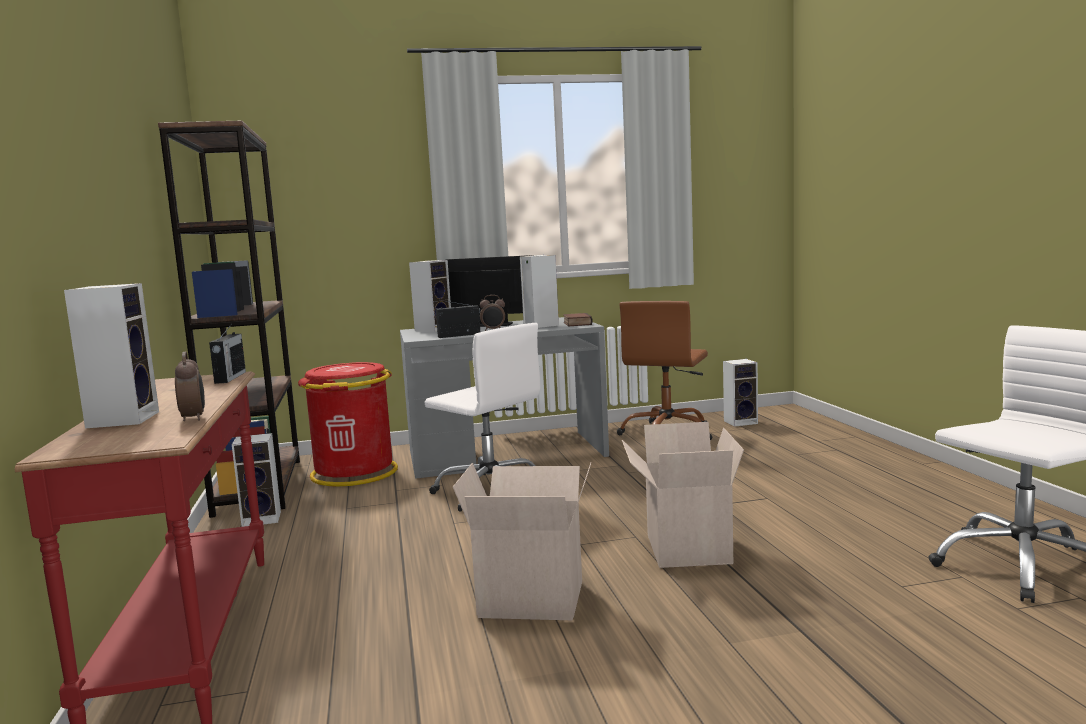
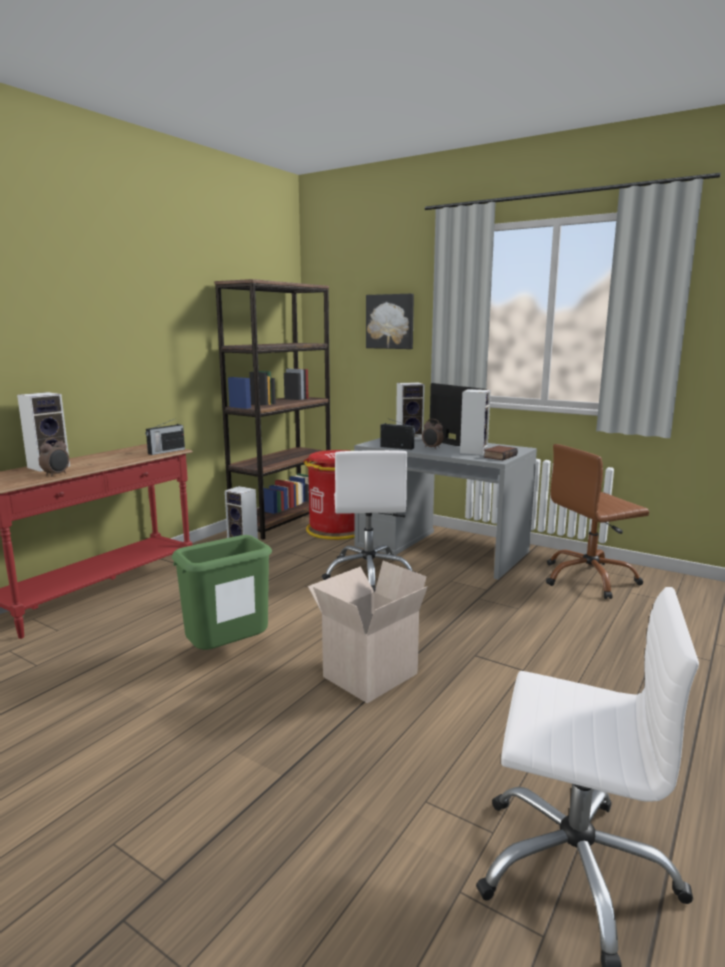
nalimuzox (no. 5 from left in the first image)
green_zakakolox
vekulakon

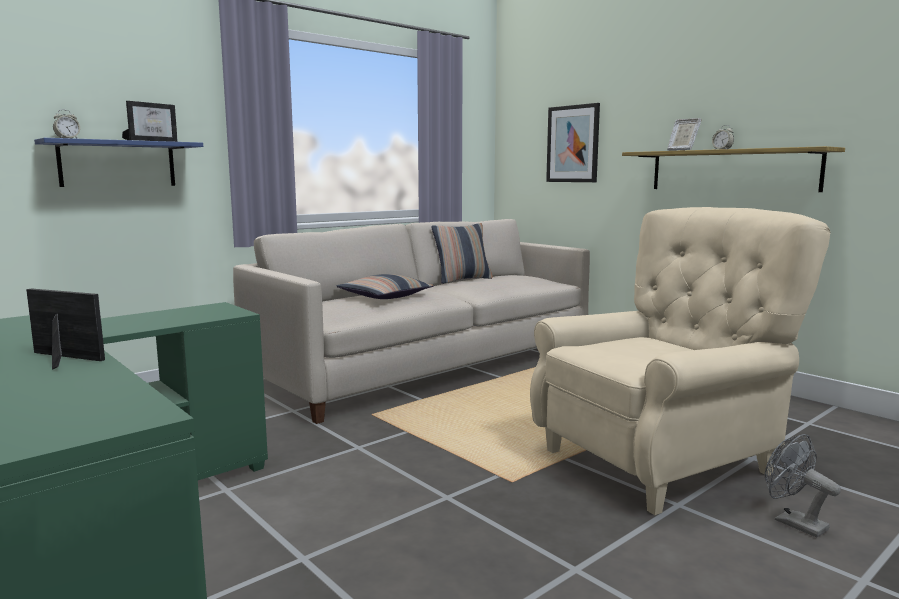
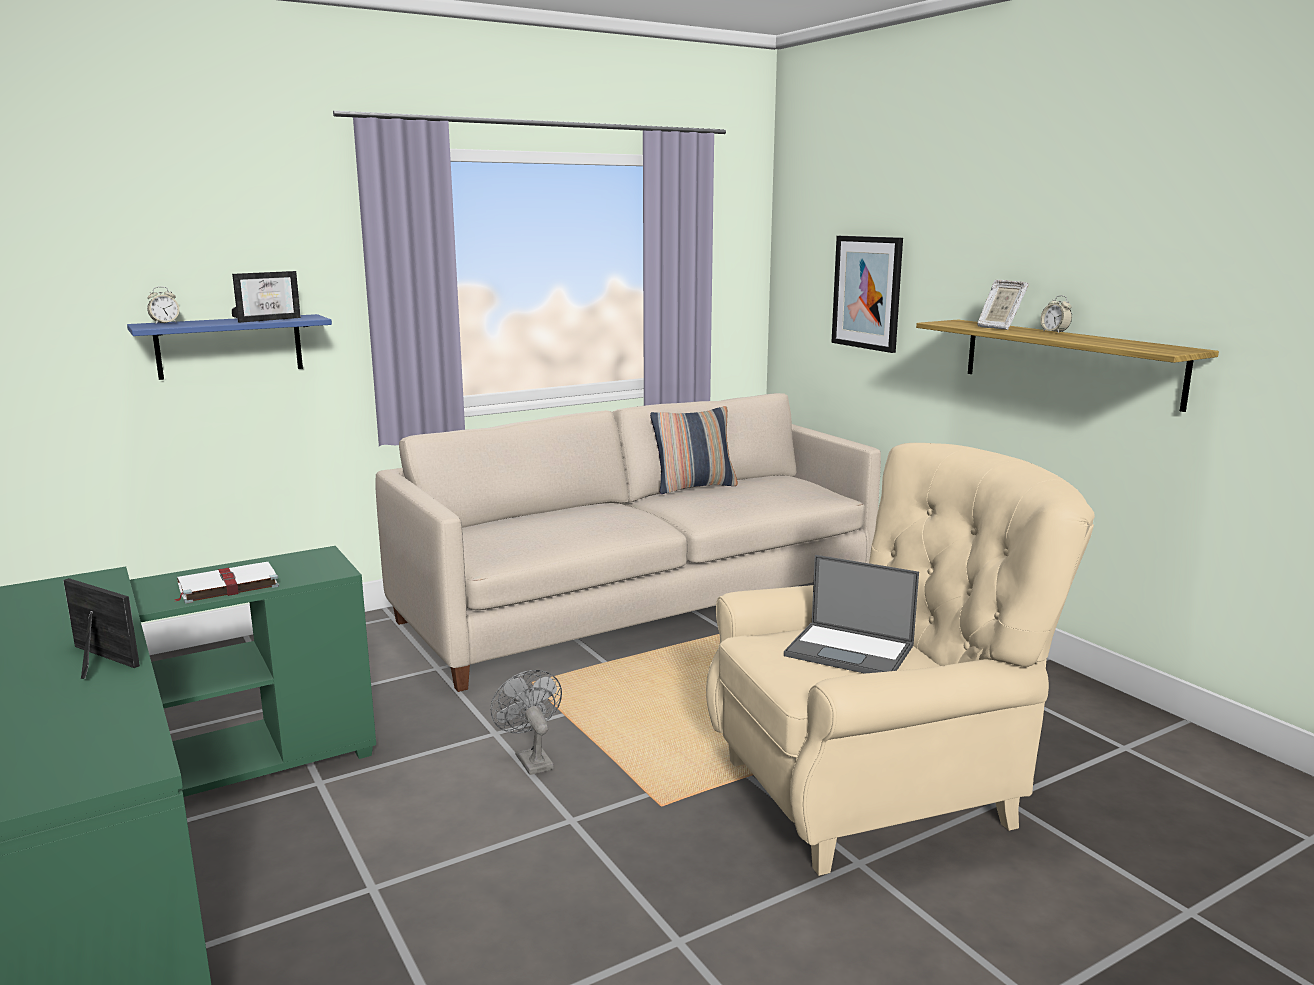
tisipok (no. 1 from left in the first image)
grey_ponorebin
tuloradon
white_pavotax

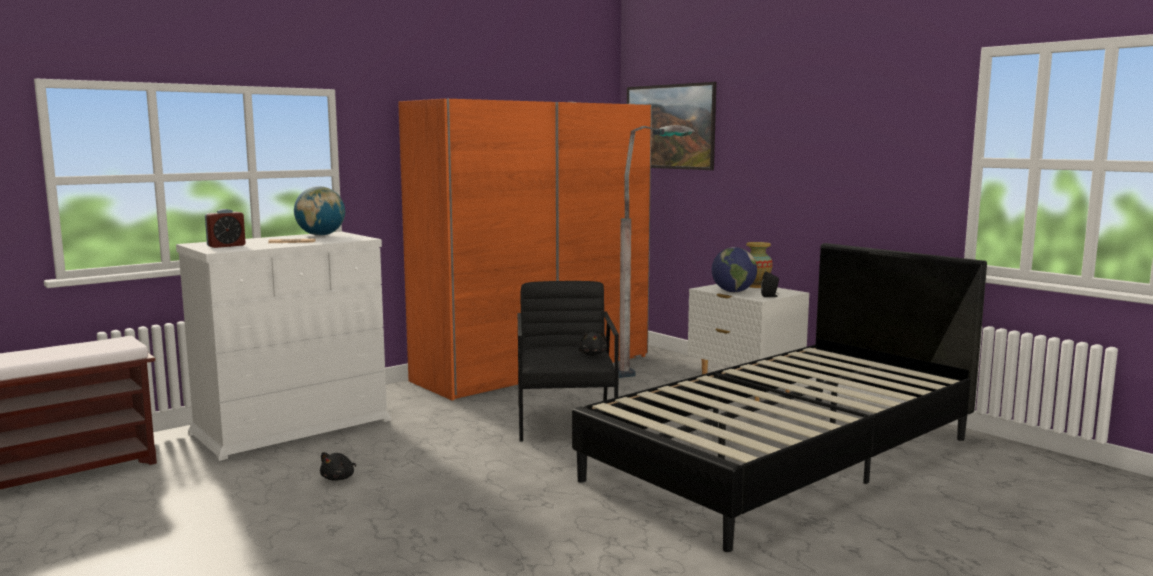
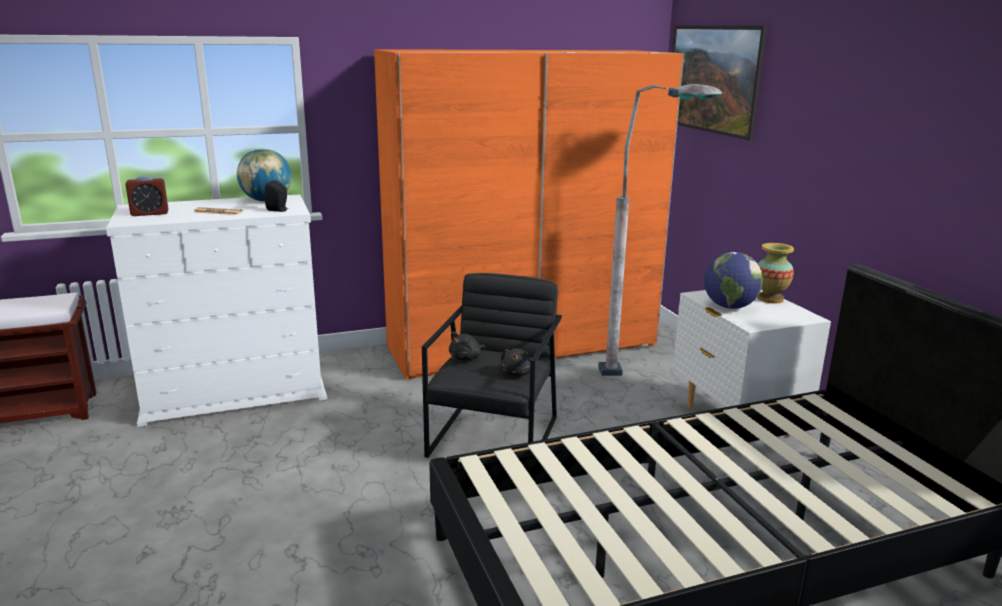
black_nalimuzox
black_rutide (no. 1 from left)

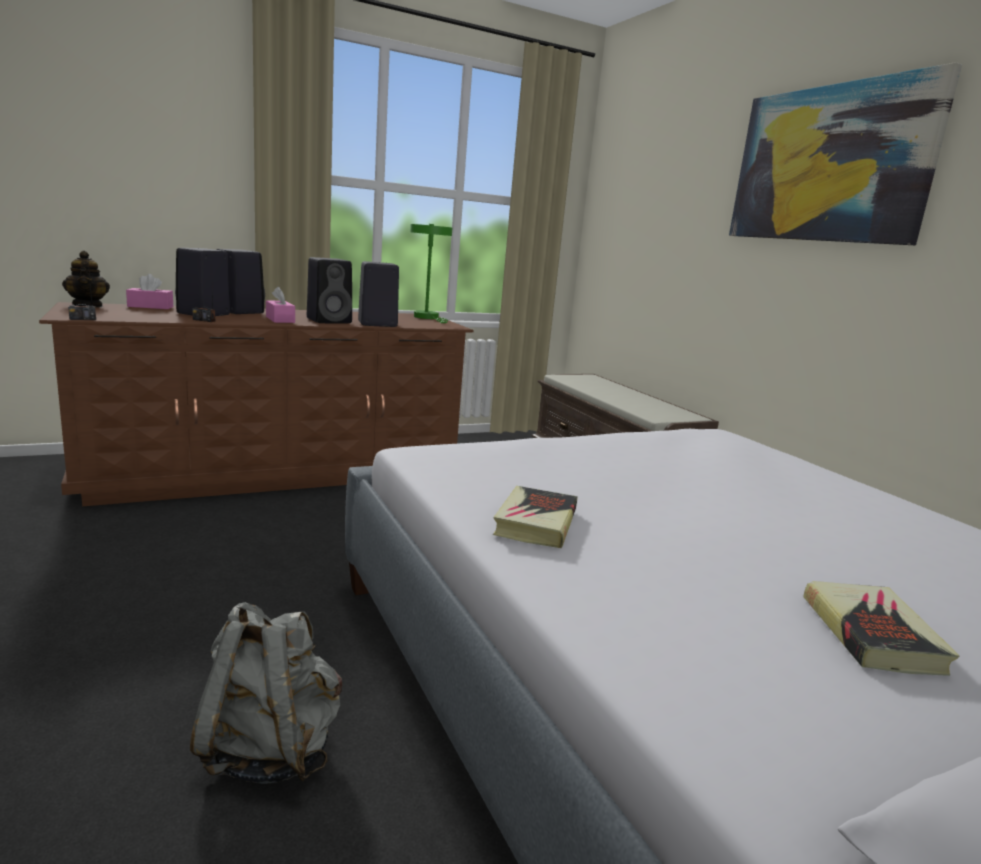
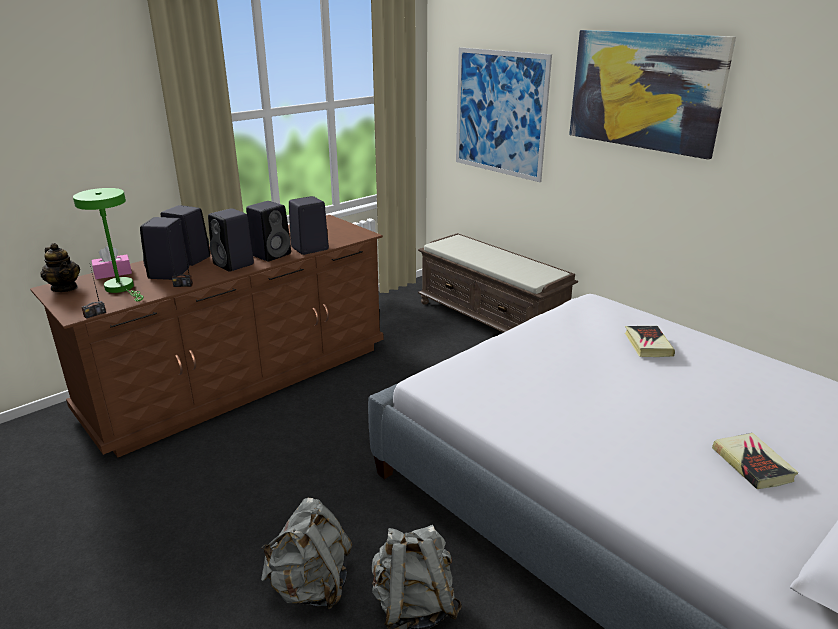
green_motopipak
black_nalimuzox (no. 3 from left)
pavotax (no. 1 from left)
vekulakon (no. 1 from left)
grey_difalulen (no. 1 from left)

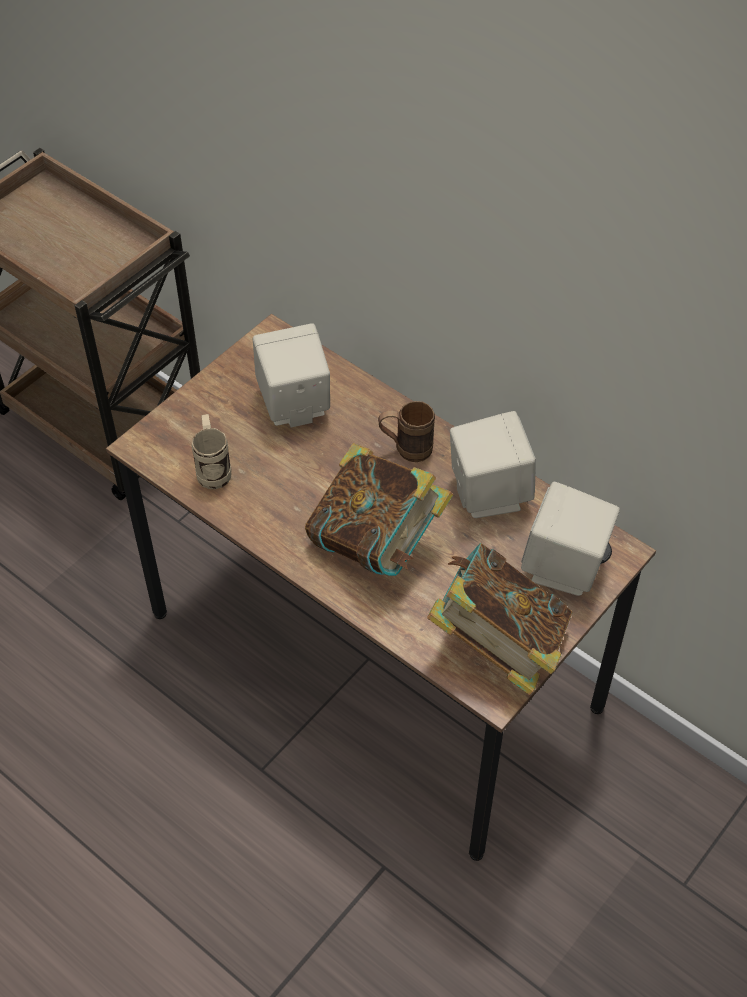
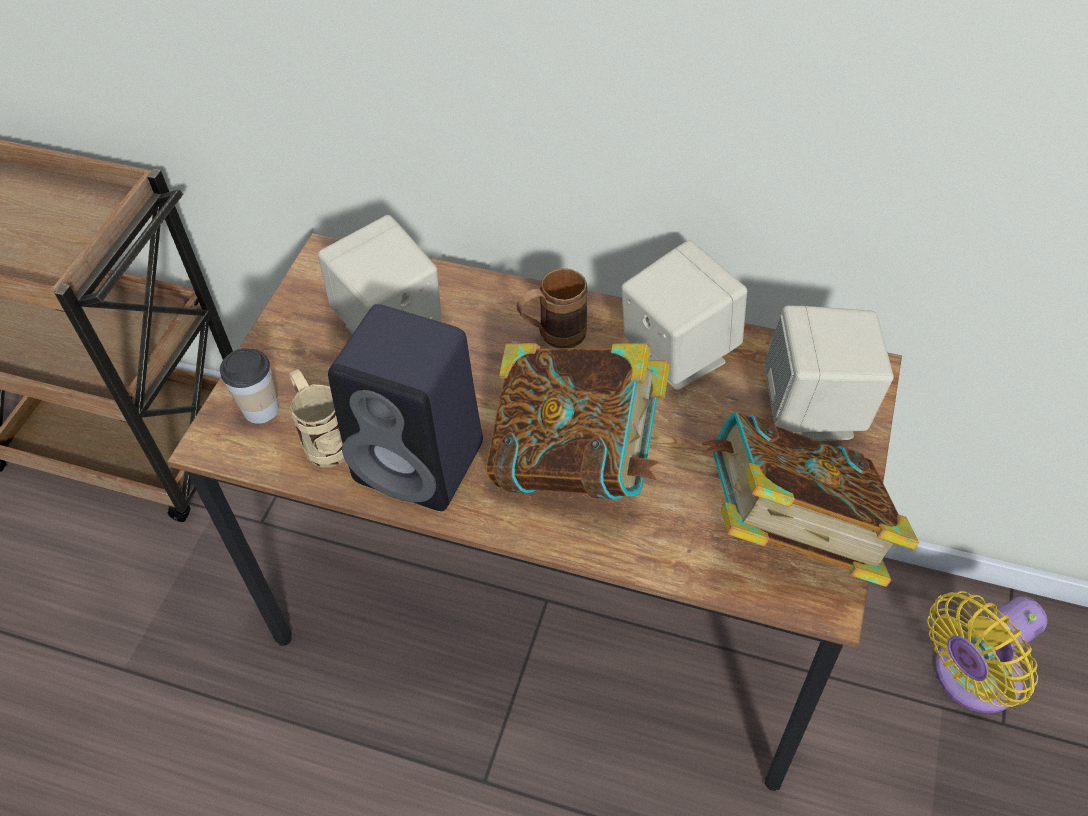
black_nalimuzox
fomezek
yellow_ponorebin

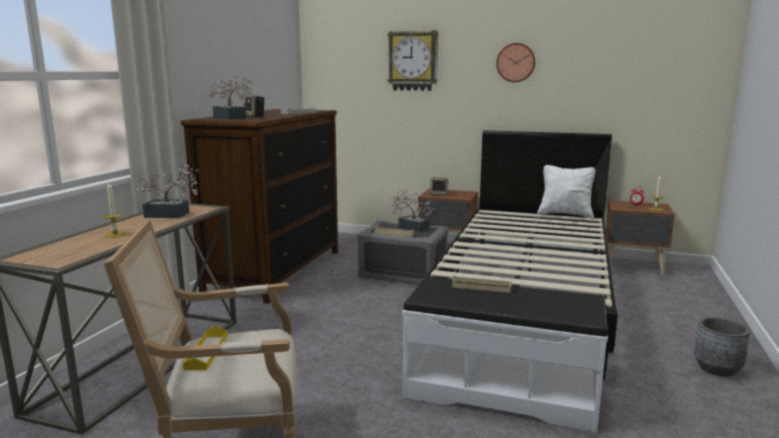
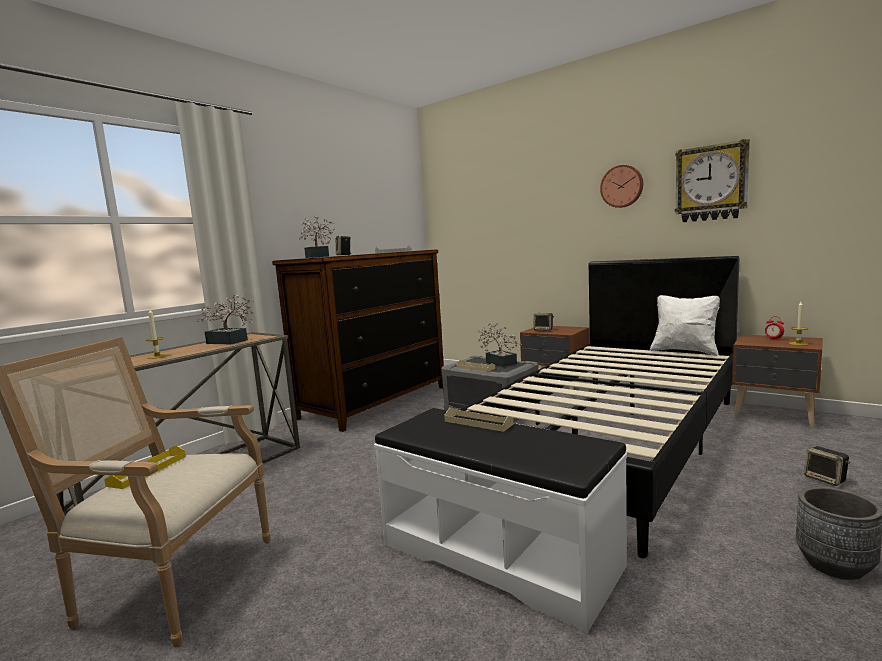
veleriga (no. 2 from left)
nalimuzox (no. 3 from left)

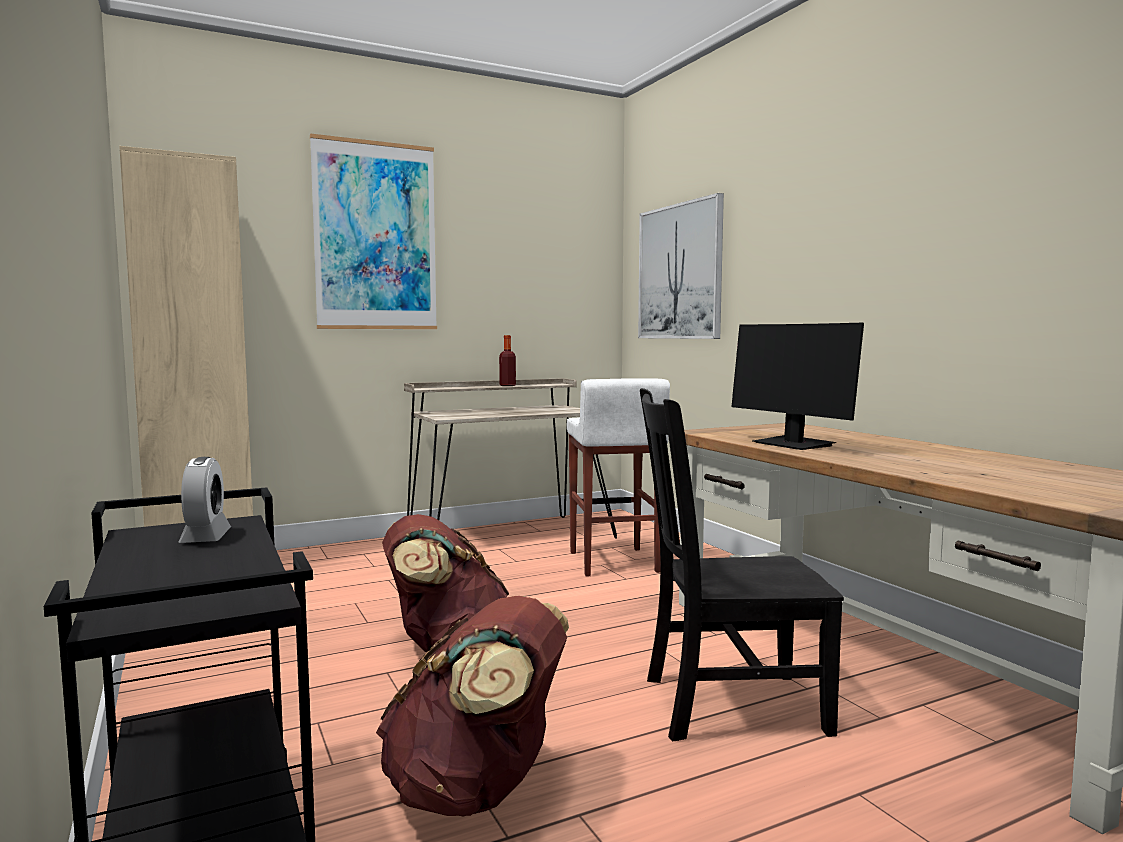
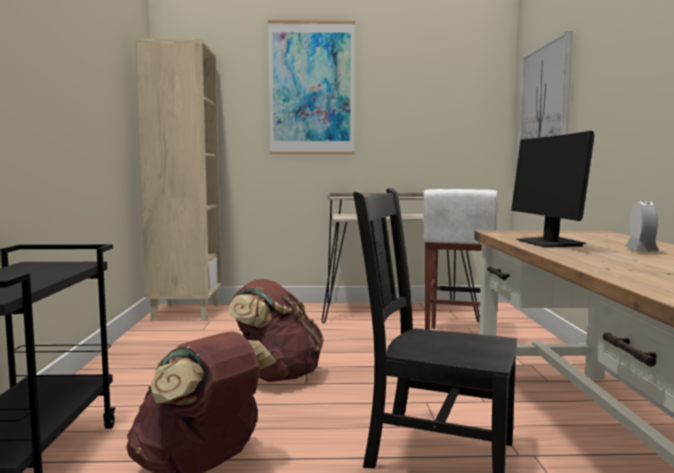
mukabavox
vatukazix

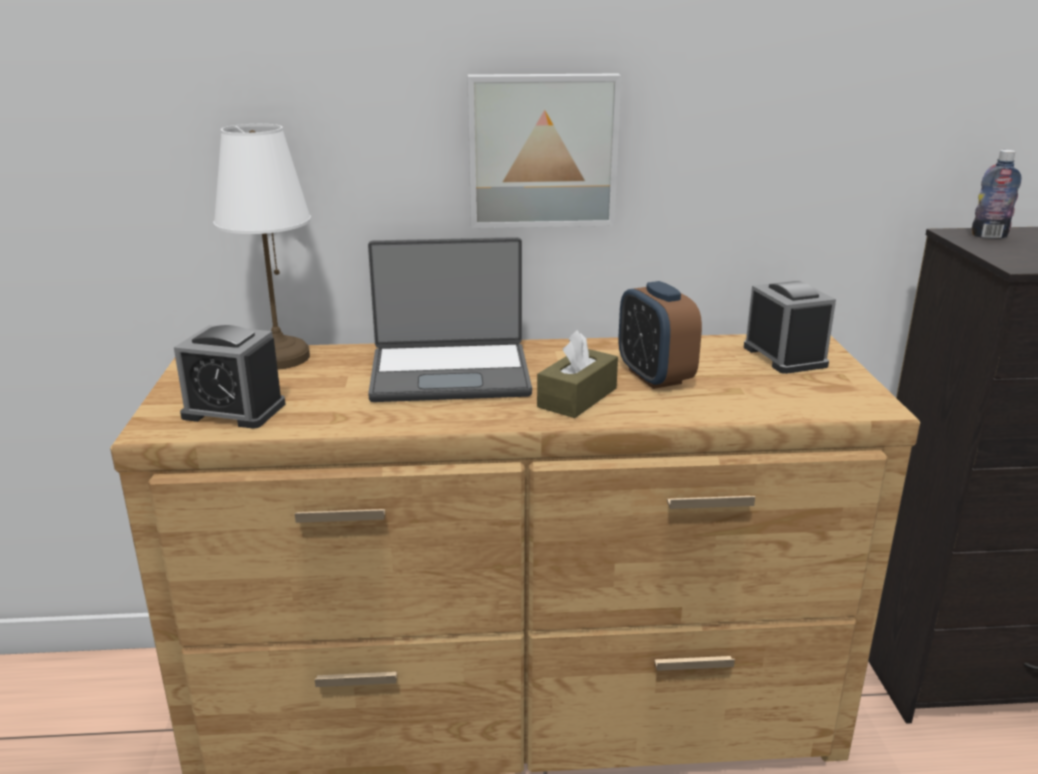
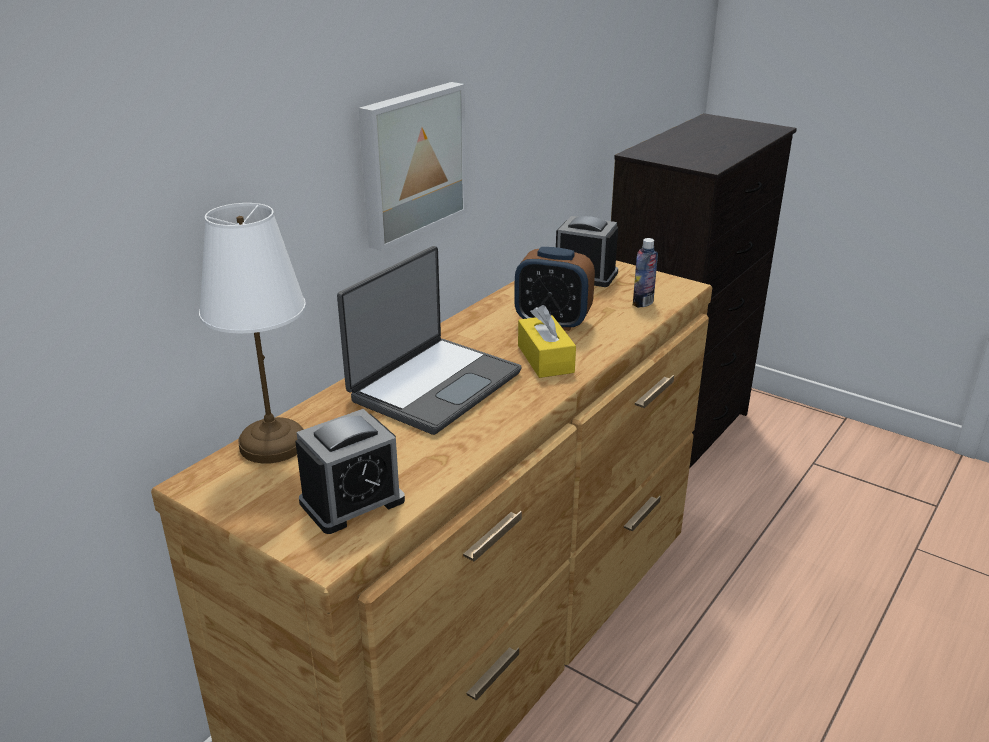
mukabavox
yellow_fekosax

